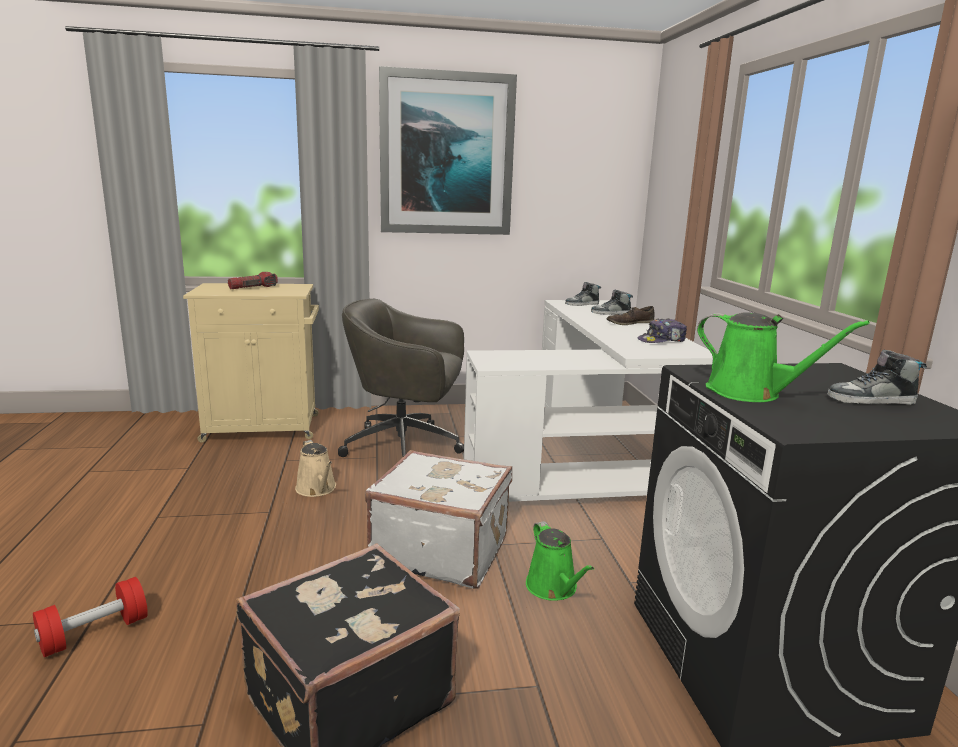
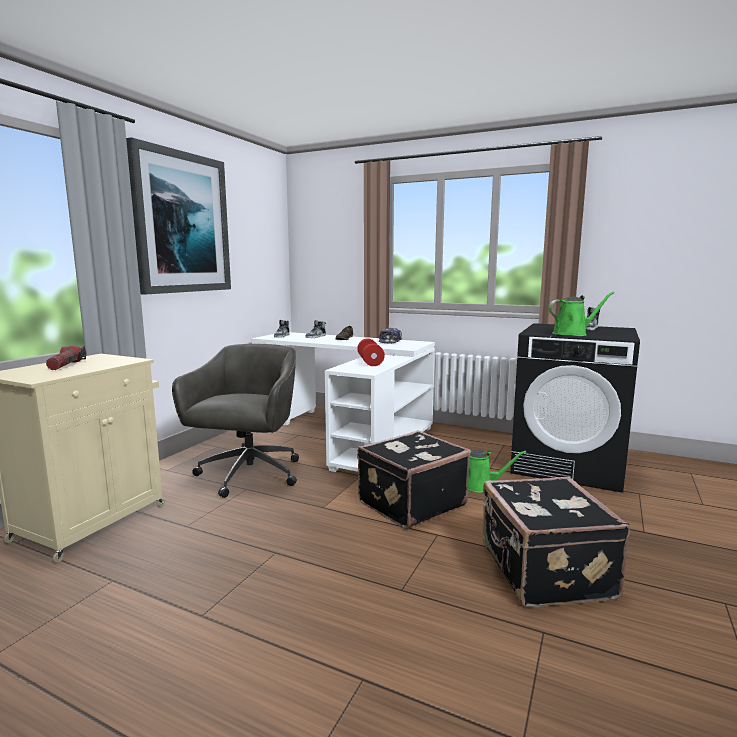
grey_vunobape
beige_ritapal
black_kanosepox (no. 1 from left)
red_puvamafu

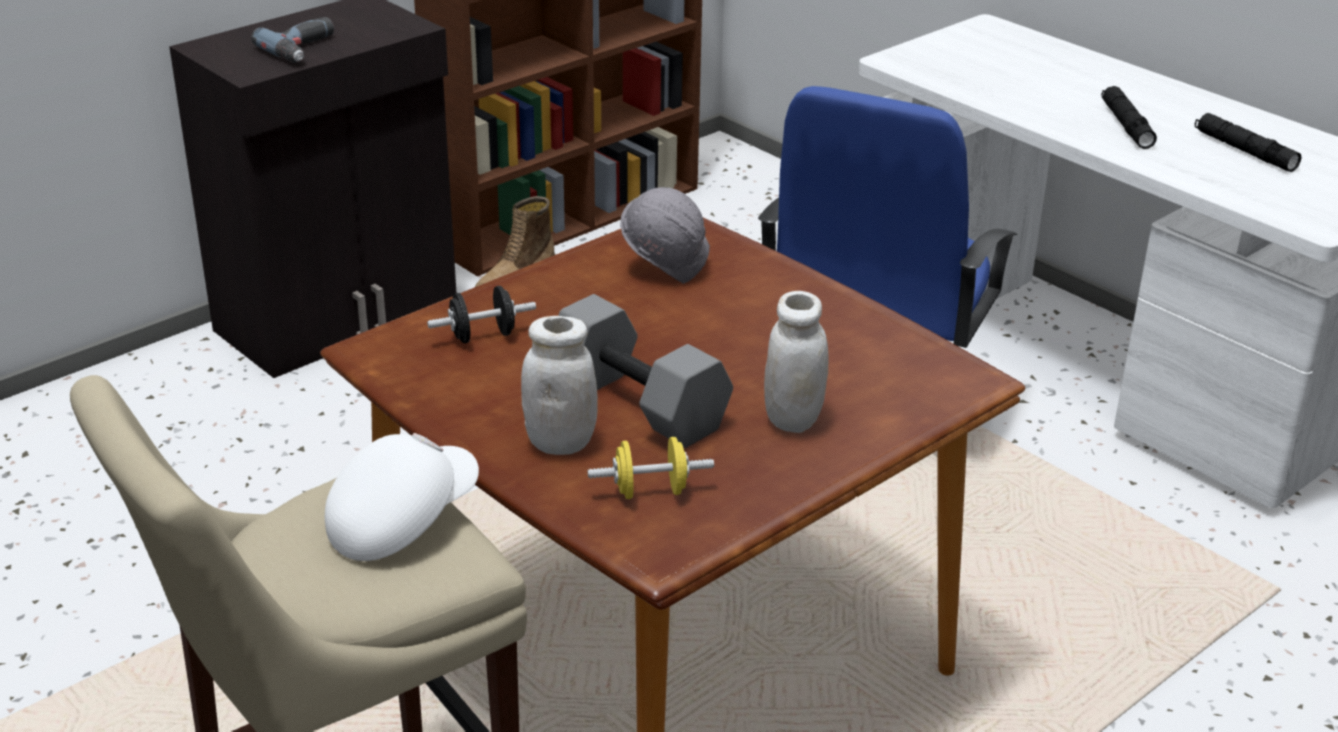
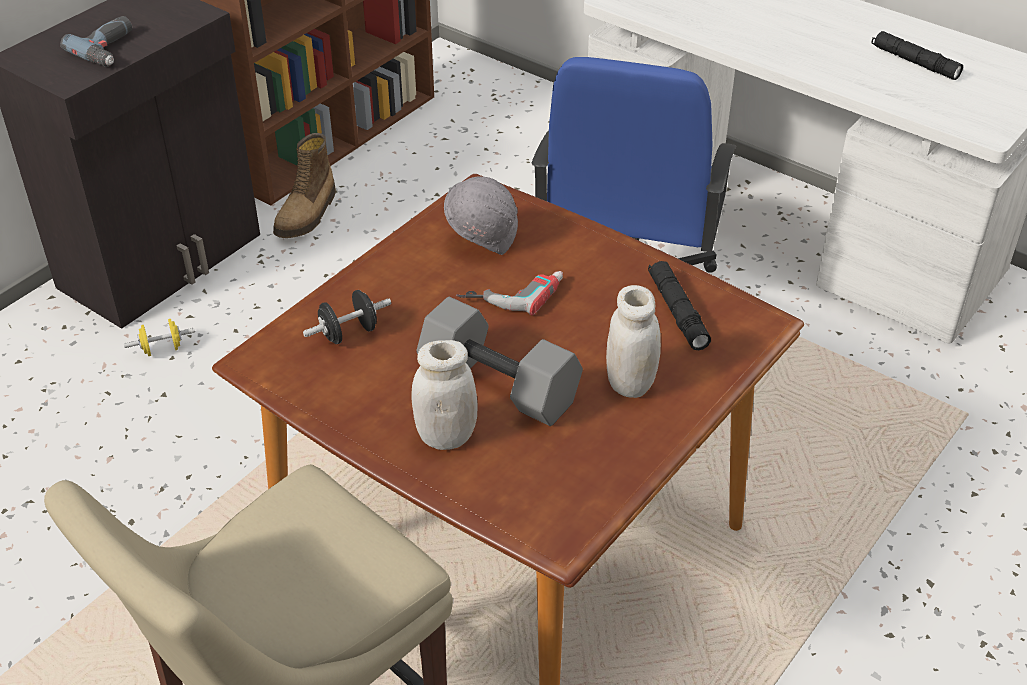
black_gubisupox (no. 1 from left)
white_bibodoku
yellow_puvamafu
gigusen (no. 2 from left)

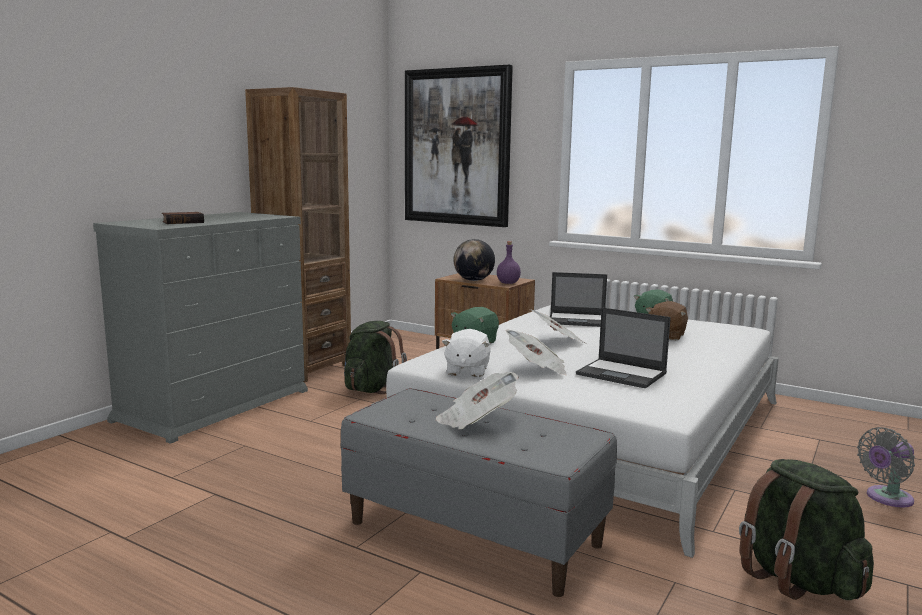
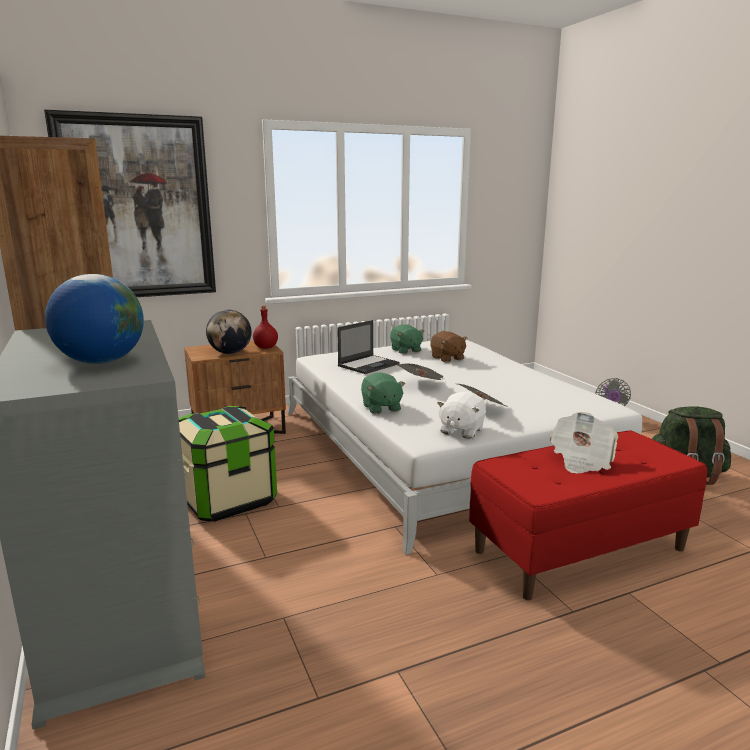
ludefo (no. 1 from left)
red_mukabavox
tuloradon (no. 2 from left in the first image)
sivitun
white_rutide
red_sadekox

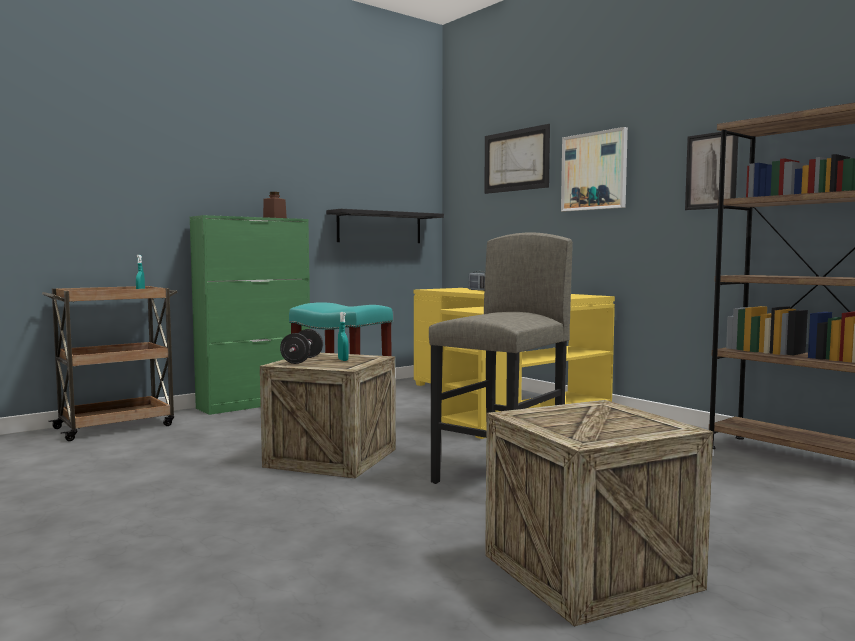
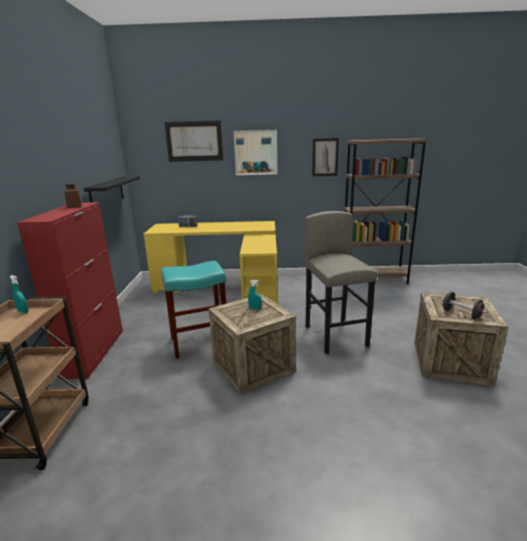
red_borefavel
black_puvamafu

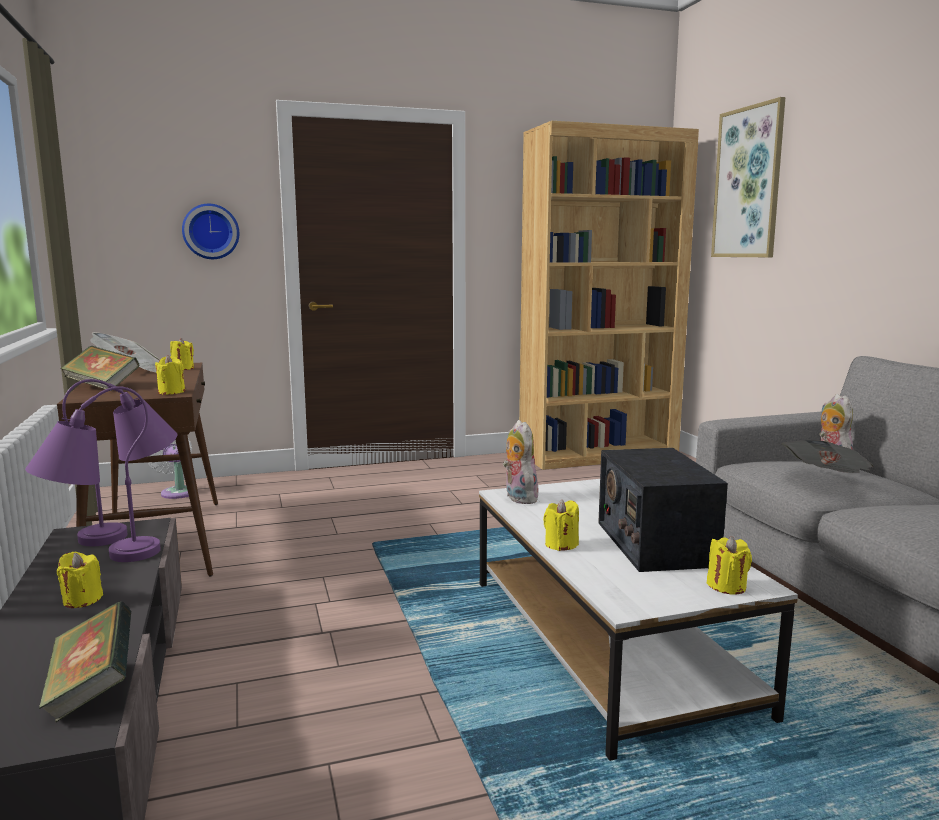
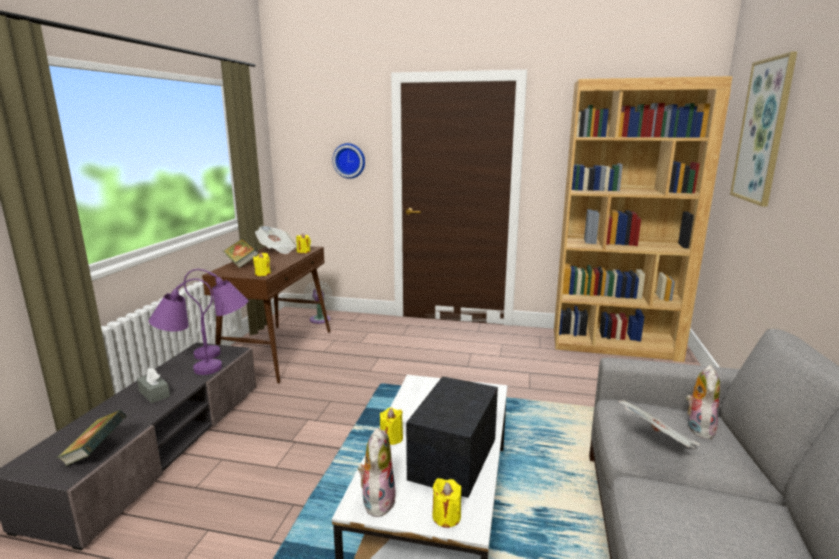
rutide (no. 1 from left)
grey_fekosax

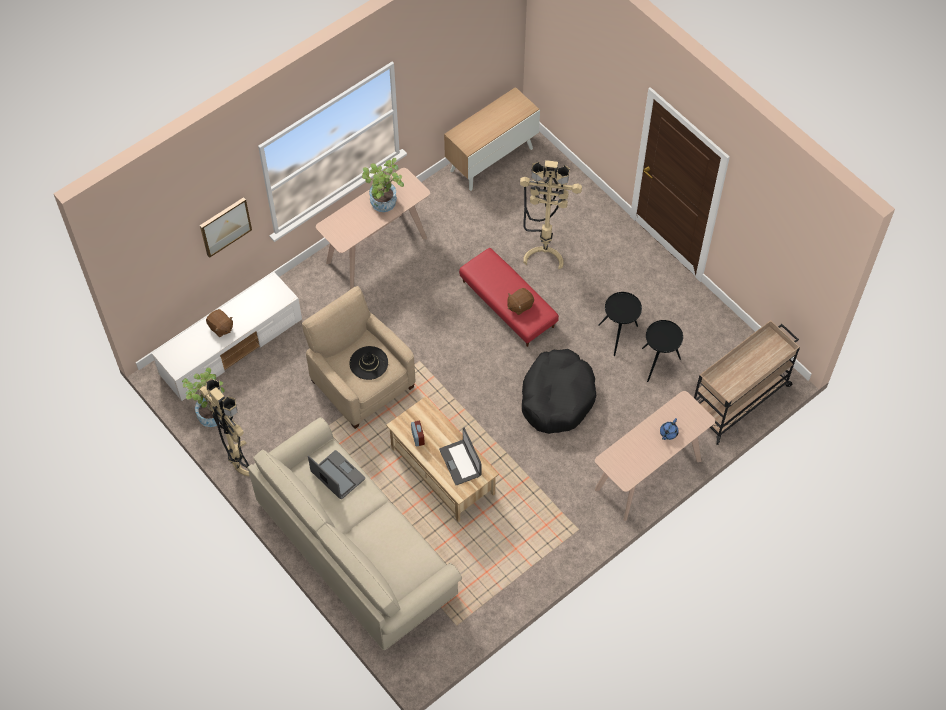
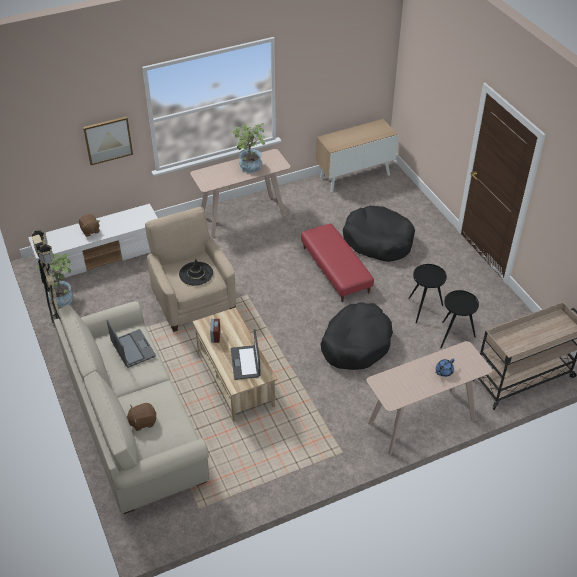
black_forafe (no. 2 from left)
brown_rutide (no. 2 from left)

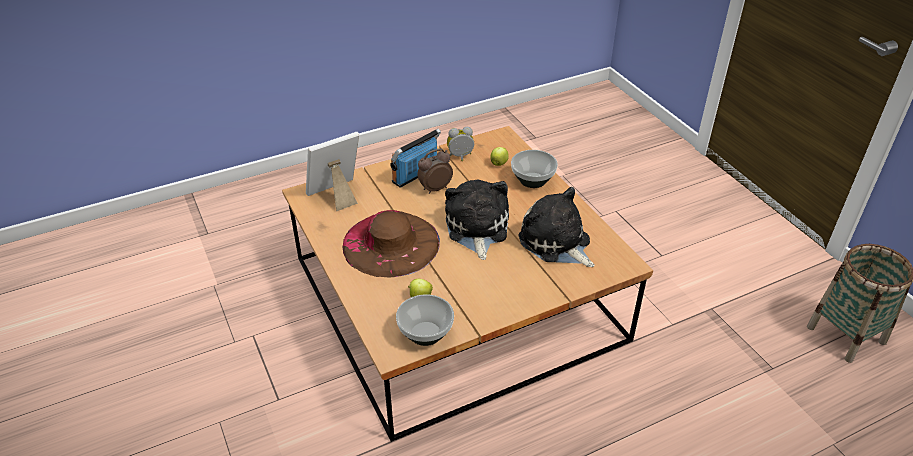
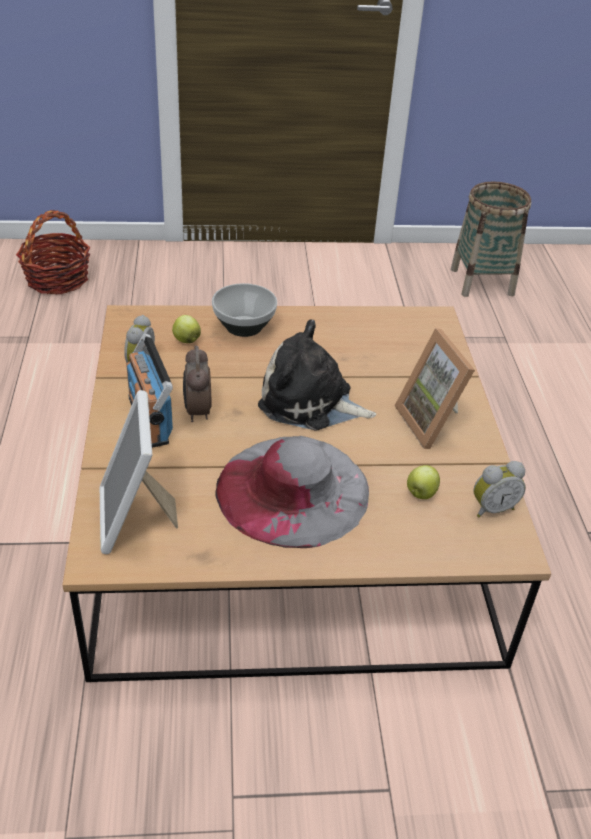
rutide (no. 2 from left in the first image)
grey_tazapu
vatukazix (no. 3 from left)
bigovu (no. 1 from left)
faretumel (no. 2 from left)

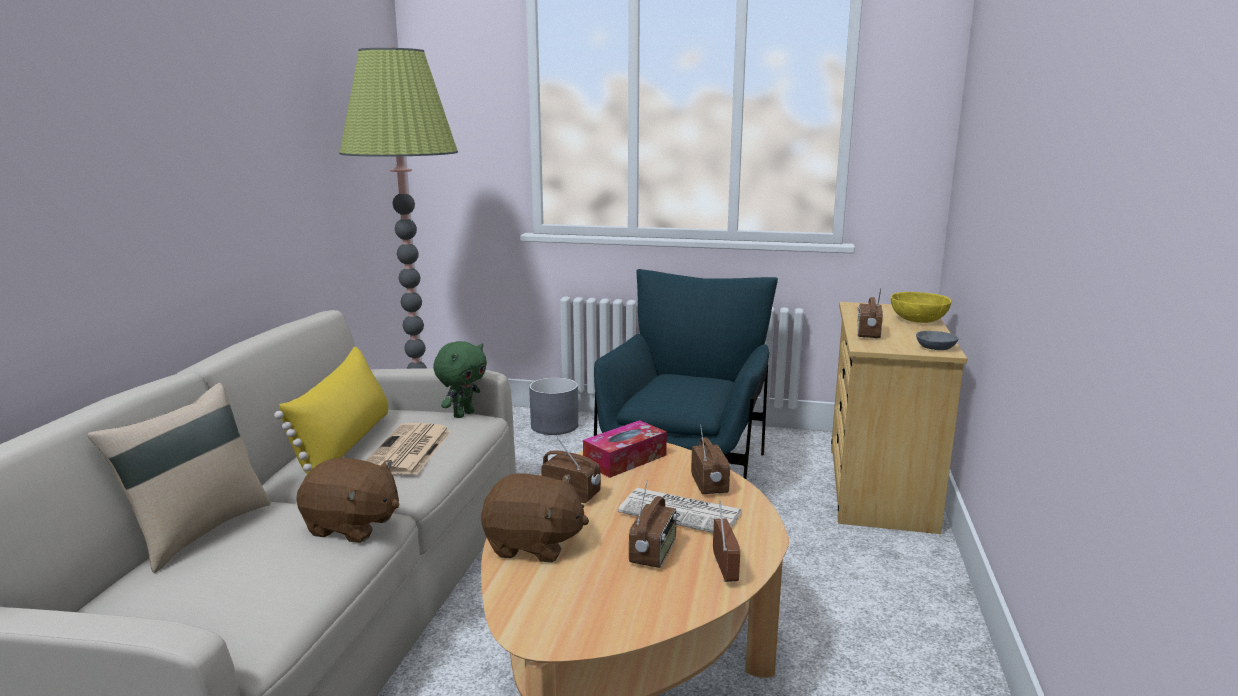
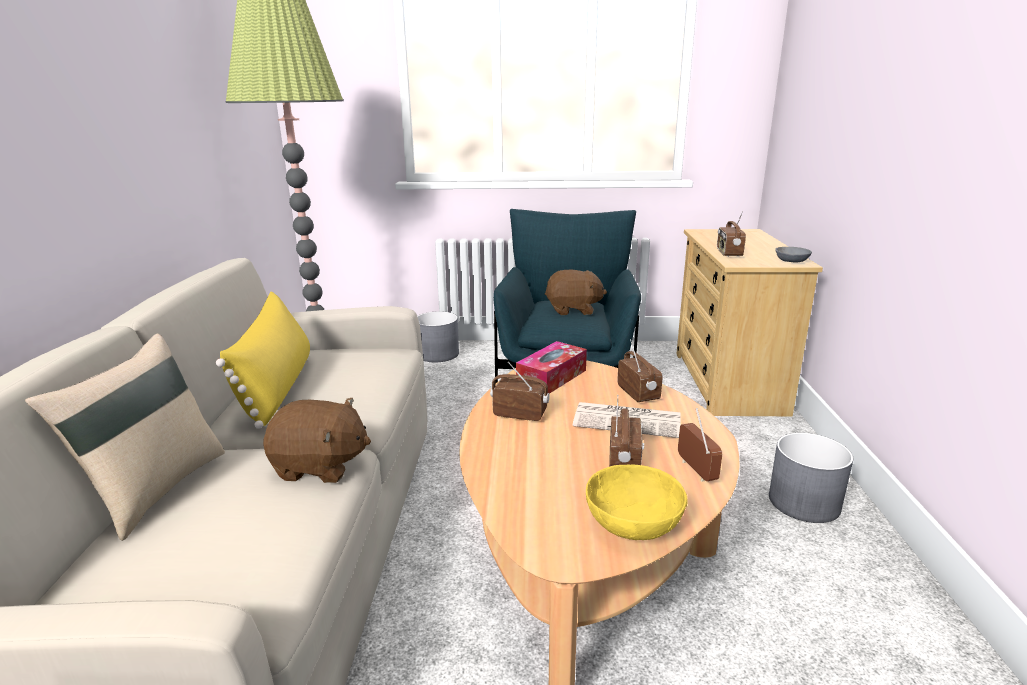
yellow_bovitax
green_rutide
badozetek (no. 1 from left in the first image)
brown_rutide (no. 2 from left)
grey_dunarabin (no. 2 from left)

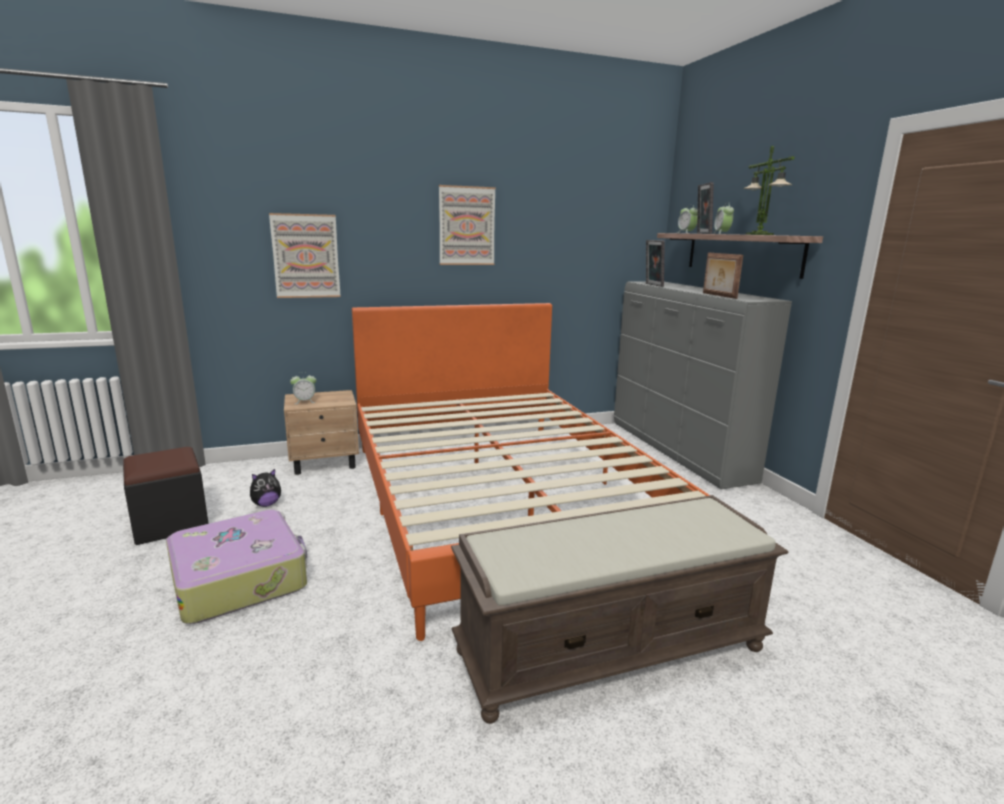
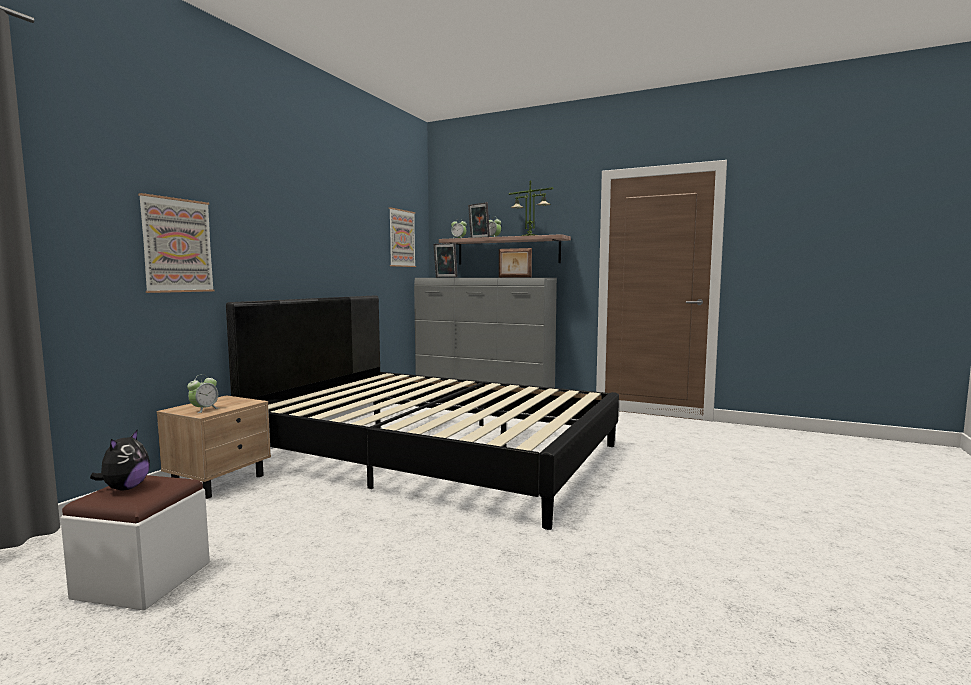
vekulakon (no. 2 from left)
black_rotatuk
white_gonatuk
rutide
brown_sadekox
kanosepox

